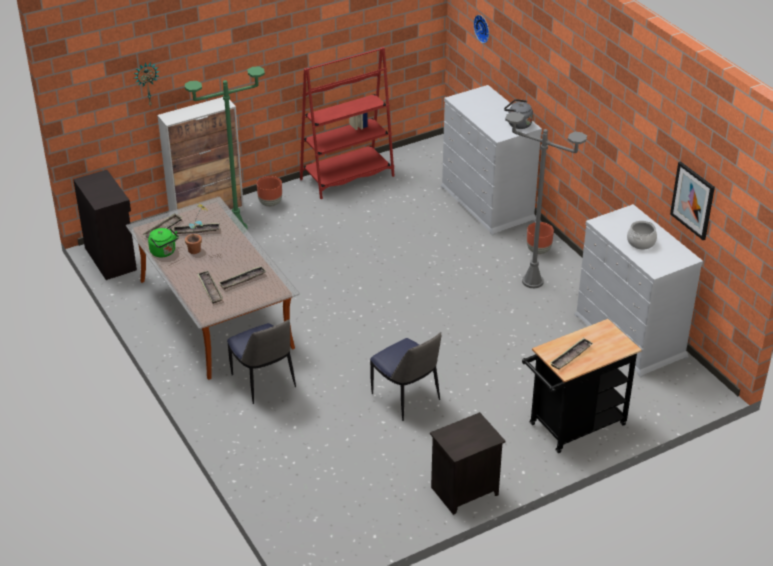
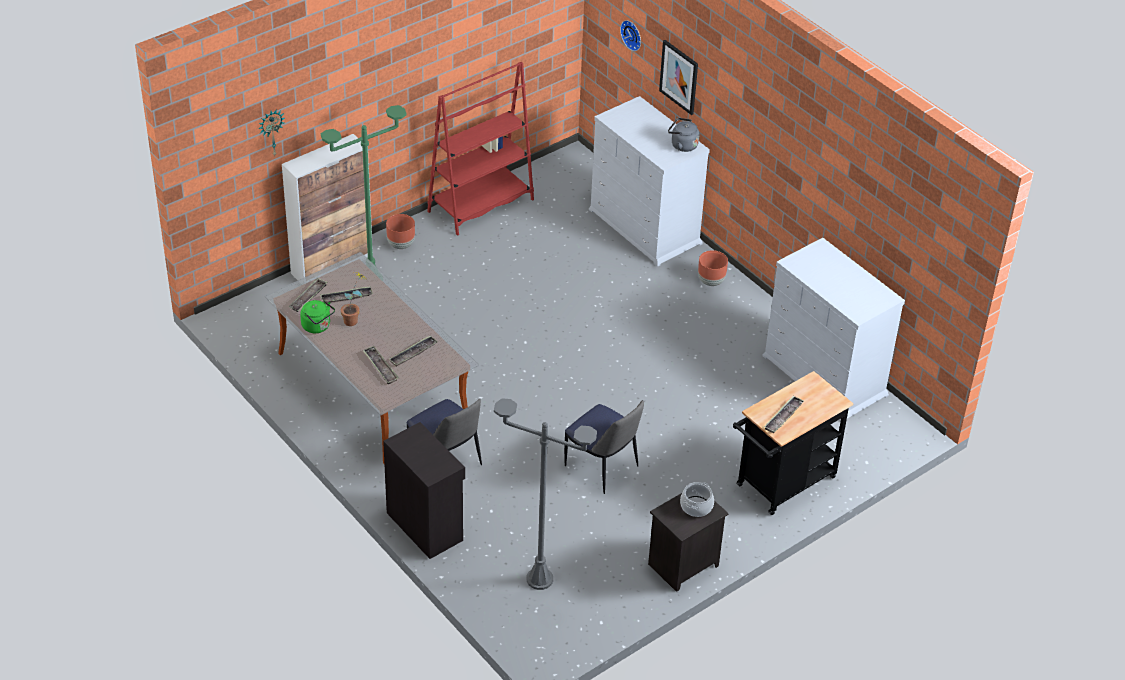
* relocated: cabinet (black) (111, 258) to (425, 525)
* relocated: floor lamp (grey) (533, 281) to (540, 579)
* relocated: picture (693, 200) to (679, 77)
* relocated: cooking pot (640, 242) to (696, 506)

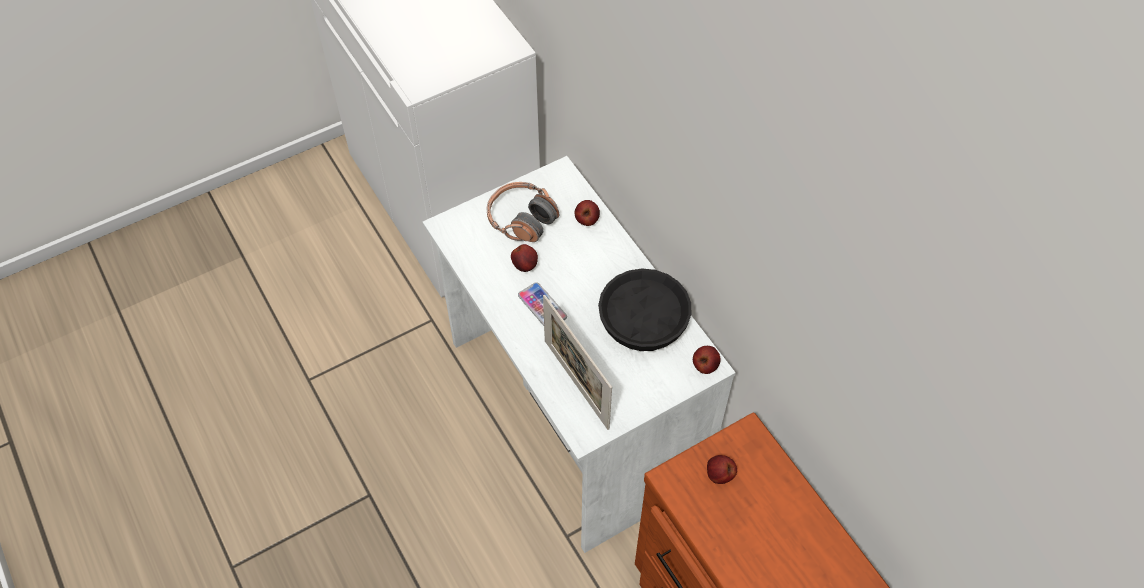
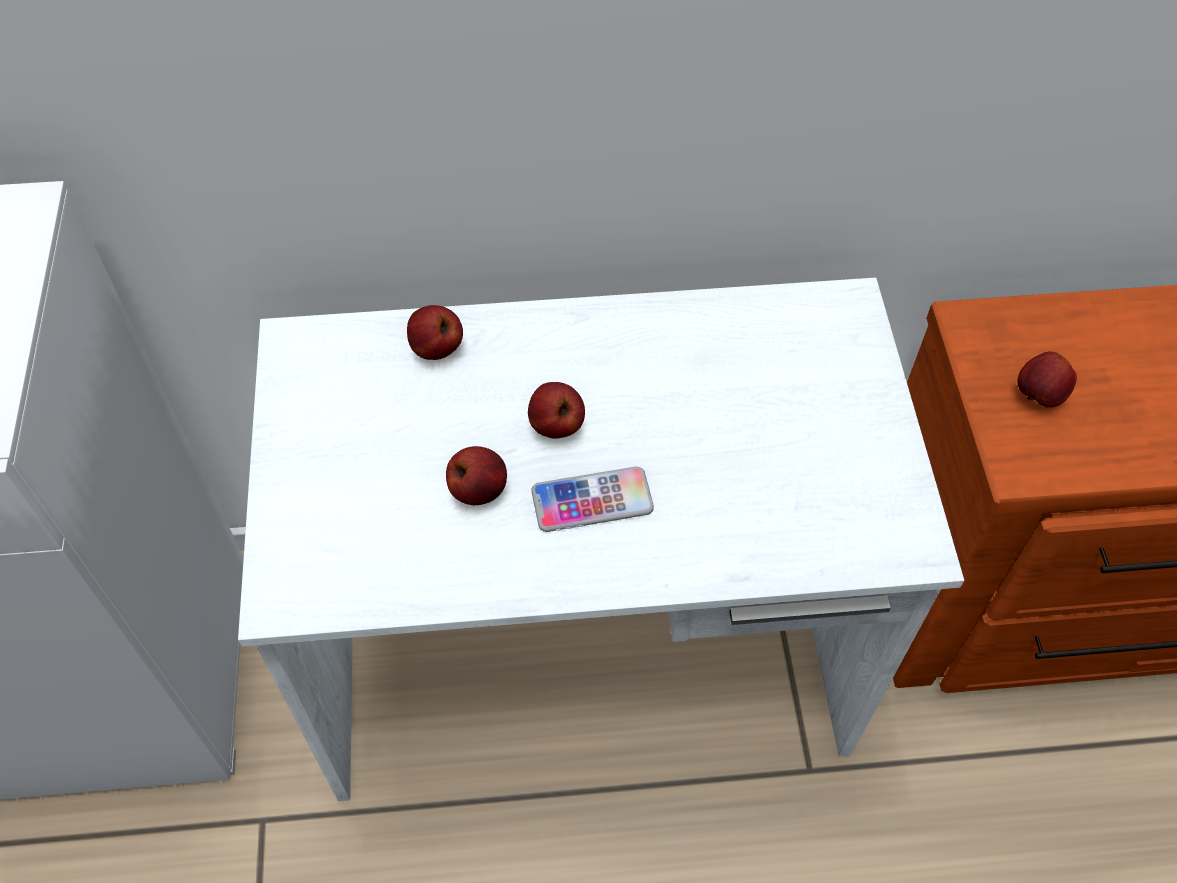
* relocated: apple (704, 366) to (556, 426)
* missing: headphones (522, 219)
* missing: picture frame (576, 384)
* missing: bowl (black) (644, 322)

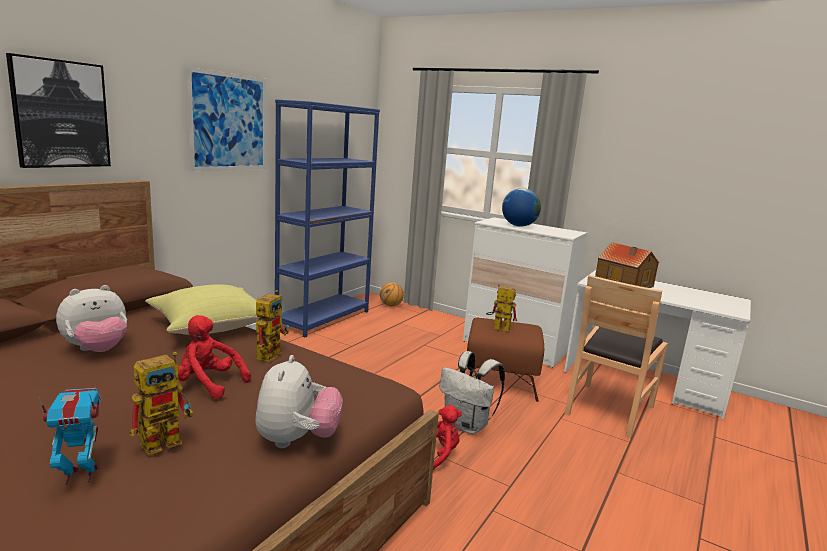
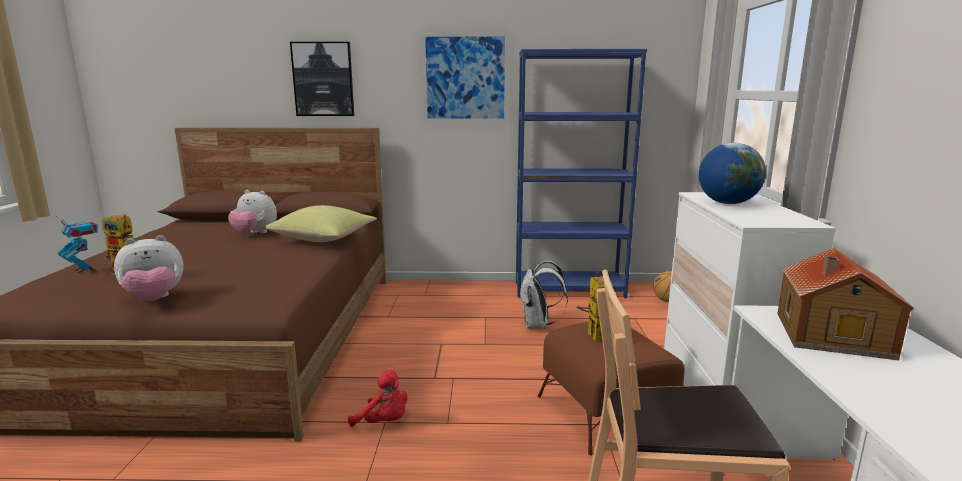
* relocated: backpack (white) (467, 425) to (538, 325)
* missing: plush toy (red) (208, 384)
* missing: toy robot (270, 353)

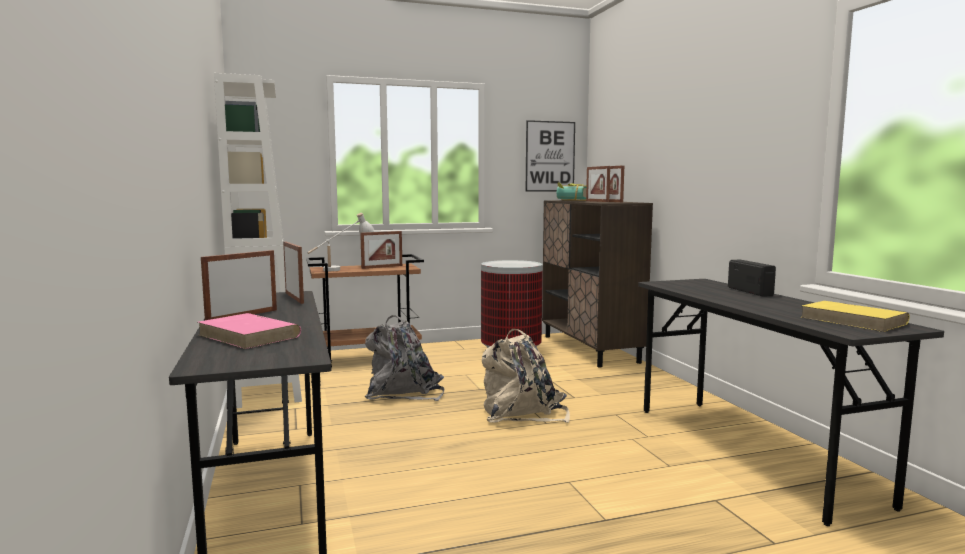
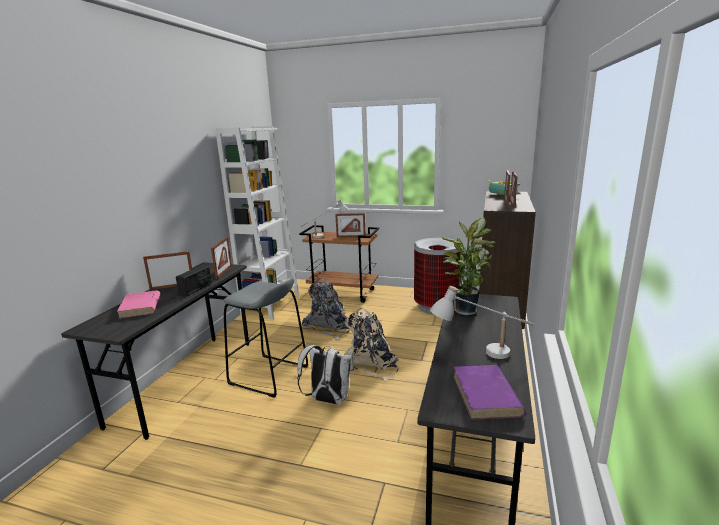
* relocated: radio (750, 291) to (196, 289)
* appeared: stool (grey) (269, 375)
* appeared: backpack (white) (327, 400)
* appeared: table lamp (white) (481, 355)
* appeared: potted plant (465, 310)
* colour: book (yellow) (854, 321) to book (purple) (486, 395)
* missing: picture (550, 156)

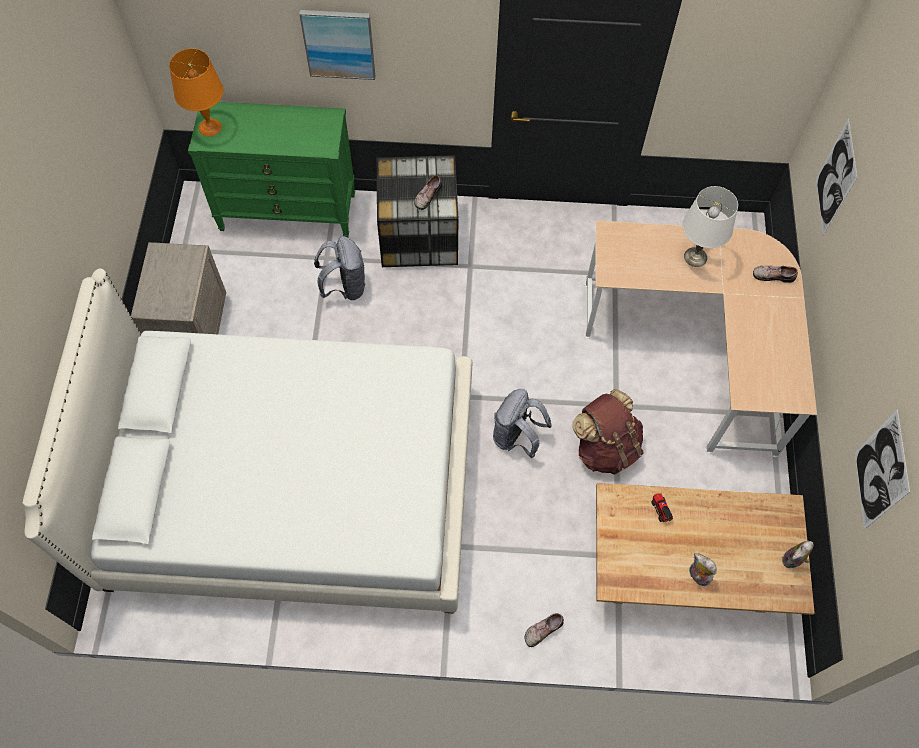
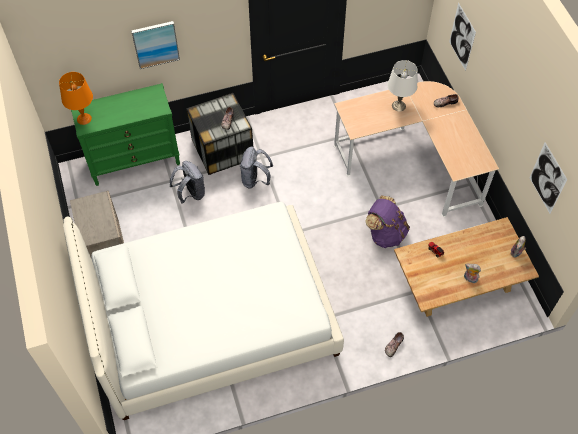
* relocated: backpack (grey) (516, 437) to (255, 180)
* colour: backpack (brown) (605, 447) to backpack (purple) (385, 233)

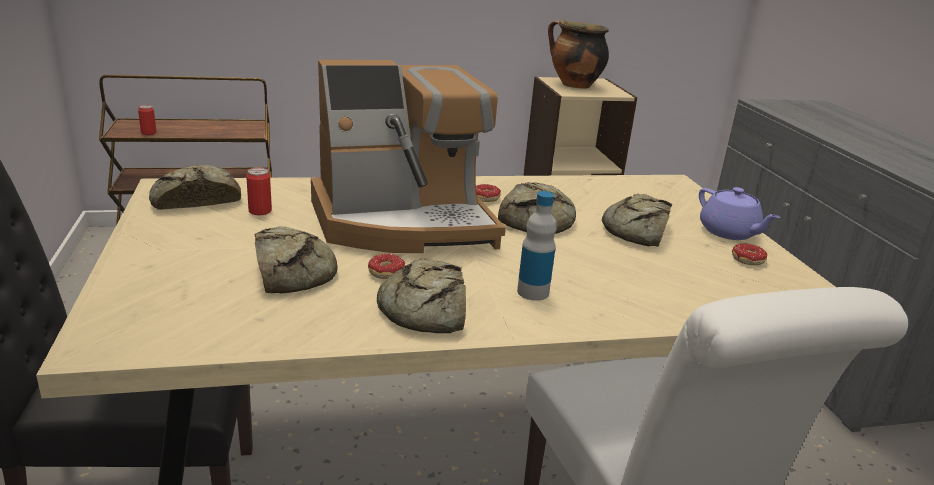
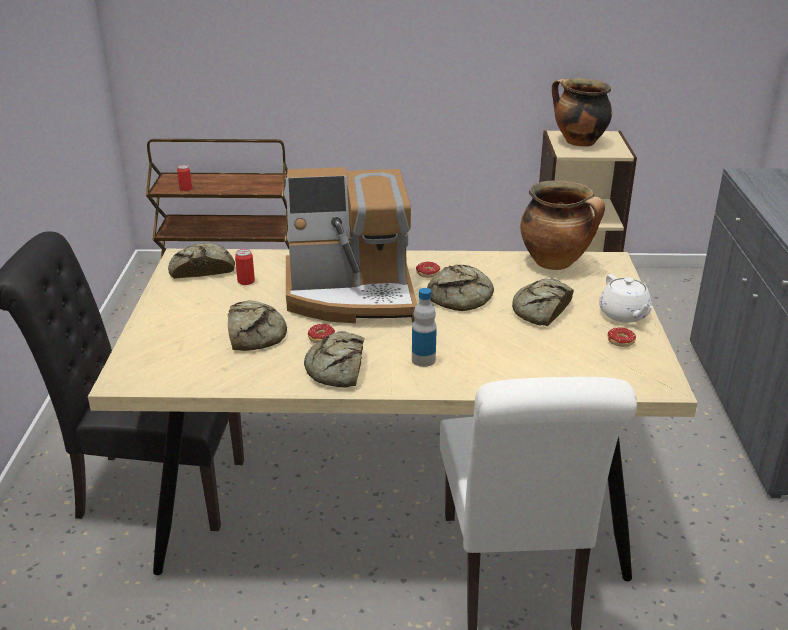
* appeared: cooking pot (556, 263)
* colour: teapot (purple) (729, 232) to teapot (white) (624, 315)

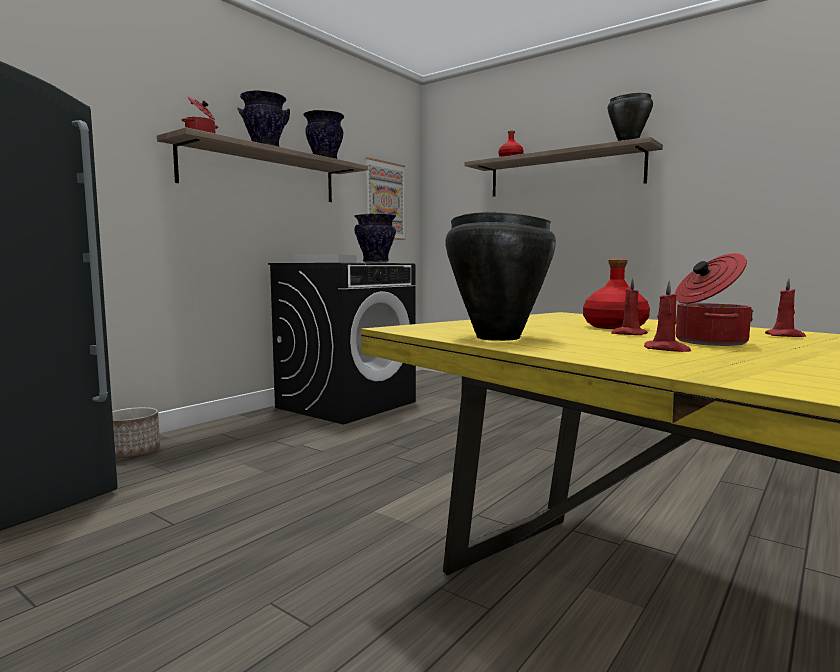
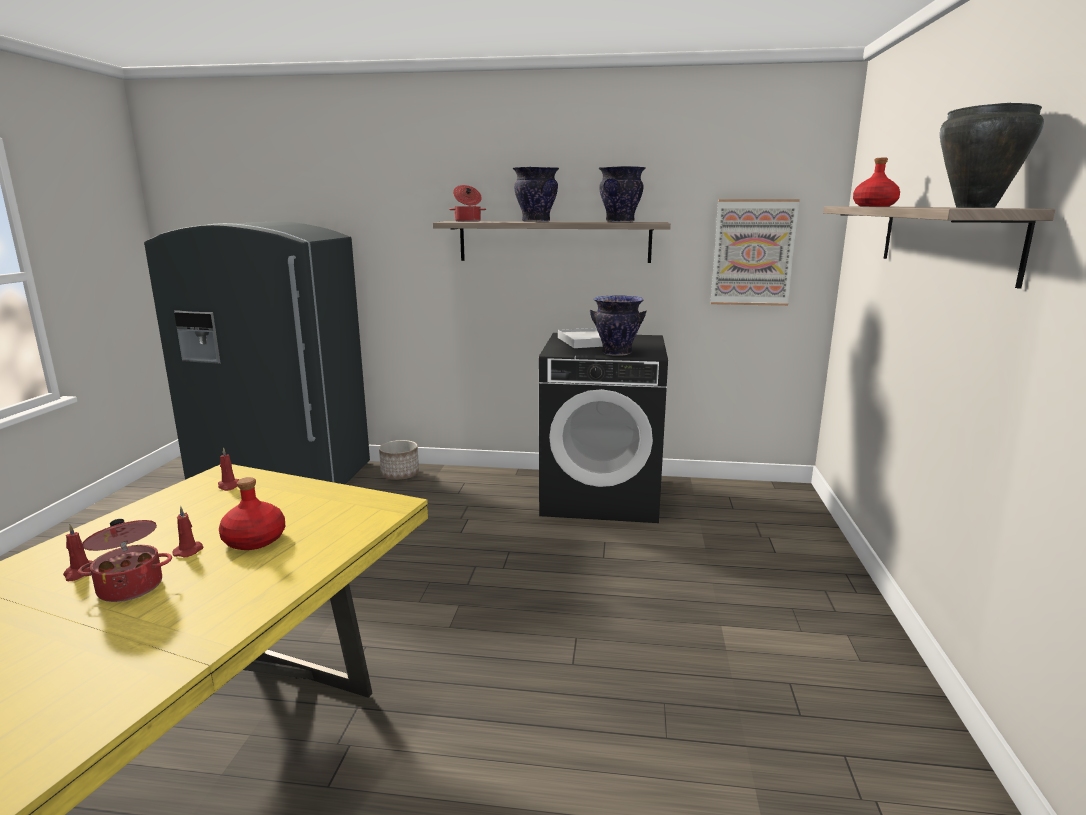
* relocated: candle (red) (785, 336) to (229, 486)
* missing: cooking pot (black) (497, 337)

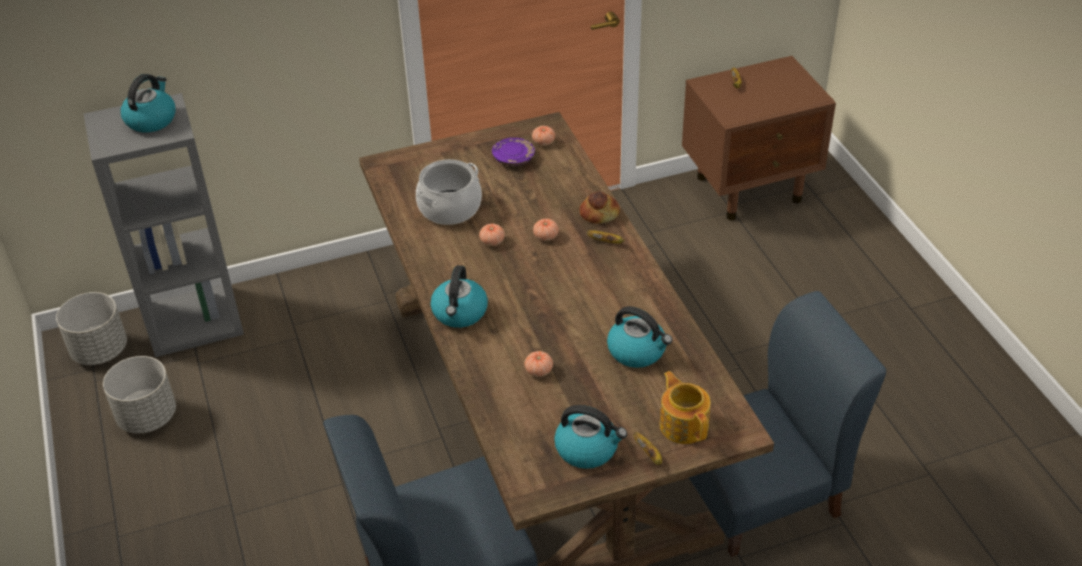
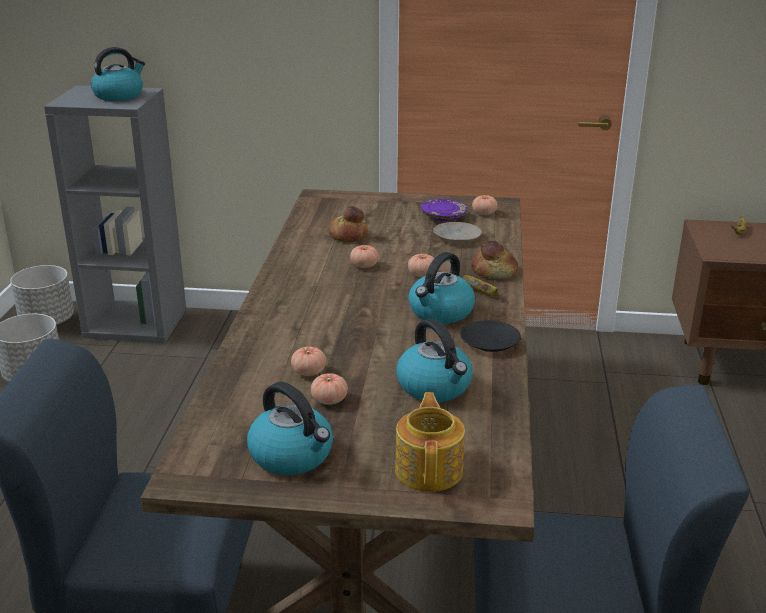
* appeared: tomato (329, 400)
* exchanged: cooking pot (450, 208) to bread (348, 235)
* relocated: kettle (460, 313) to (440, 312)
* appeared: plate (beige) (456, 237)
* appeared: plate (black) (490, 343)
* missing: banana (649, 455)

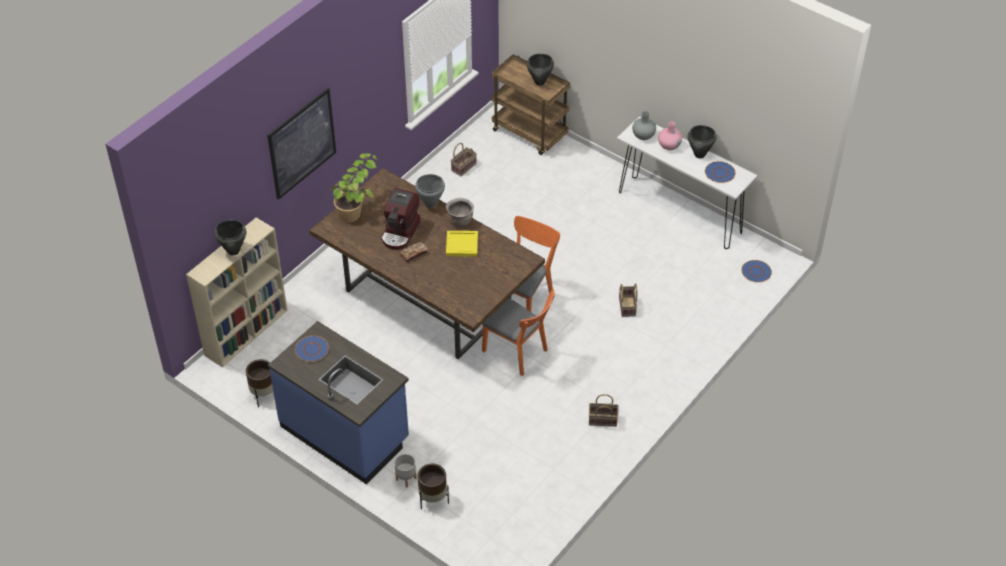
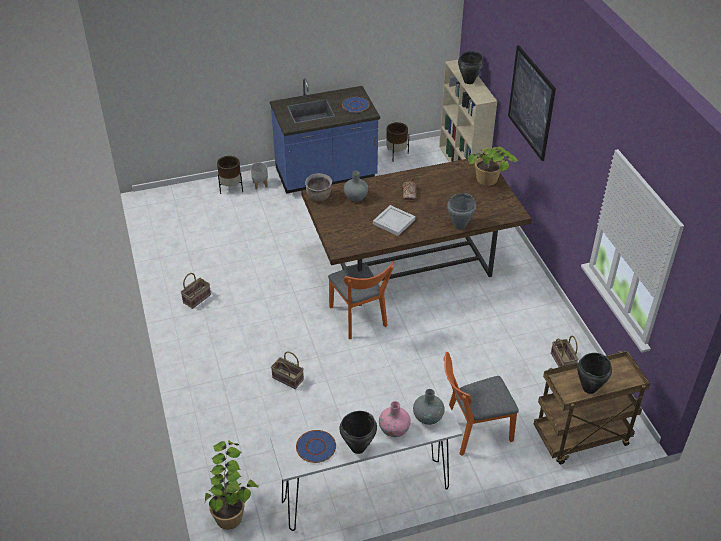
* exchanged: plate (blue) (756, 272) to potted plant (232, 506)
* relocated: cooking pot (brown) (460, 221) to (319, 197)
* appeared: vase (grey) (355, 197)
* colour: tray (yellow) (462, 244) to tray (white) (394, 222)
* relocated: chair (orange) (518, 353) to (473, 431)
* missing: coffee machine (400, 232)

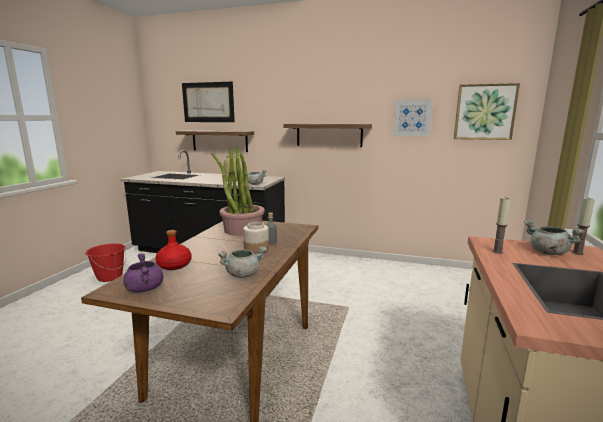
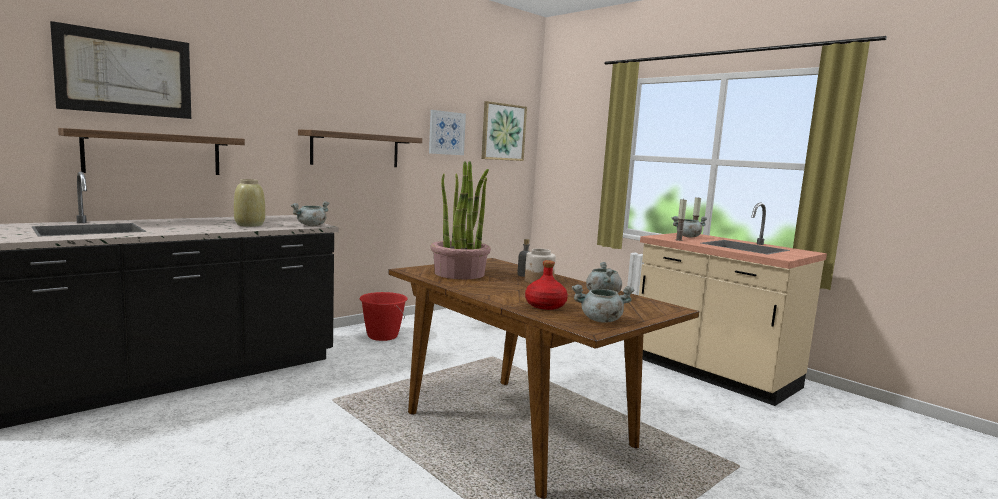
* relocated: bucket (red) (109, 277) to (382, 336)
* colour: cooking pot (purple) (144, 288) to cooking pot (grey) (600, 320)

